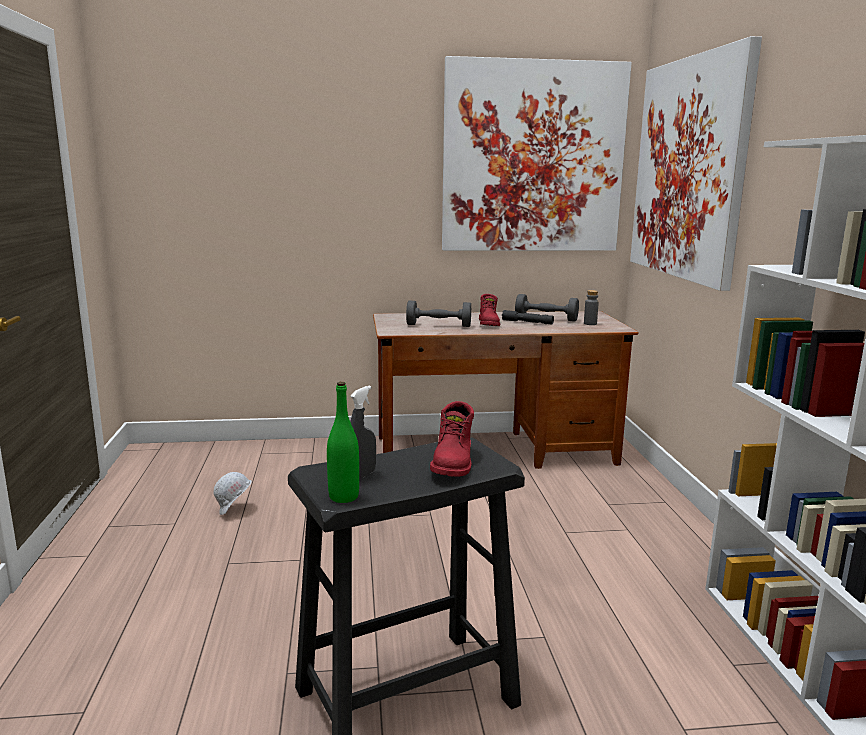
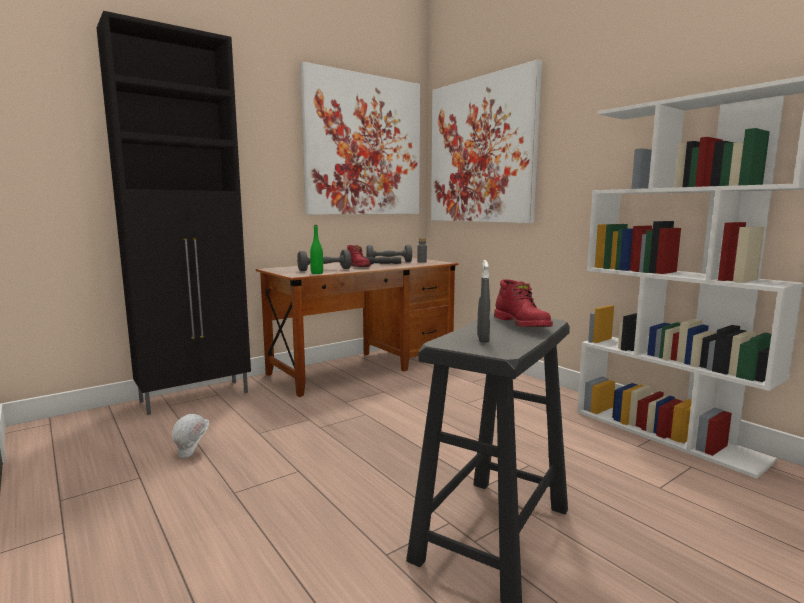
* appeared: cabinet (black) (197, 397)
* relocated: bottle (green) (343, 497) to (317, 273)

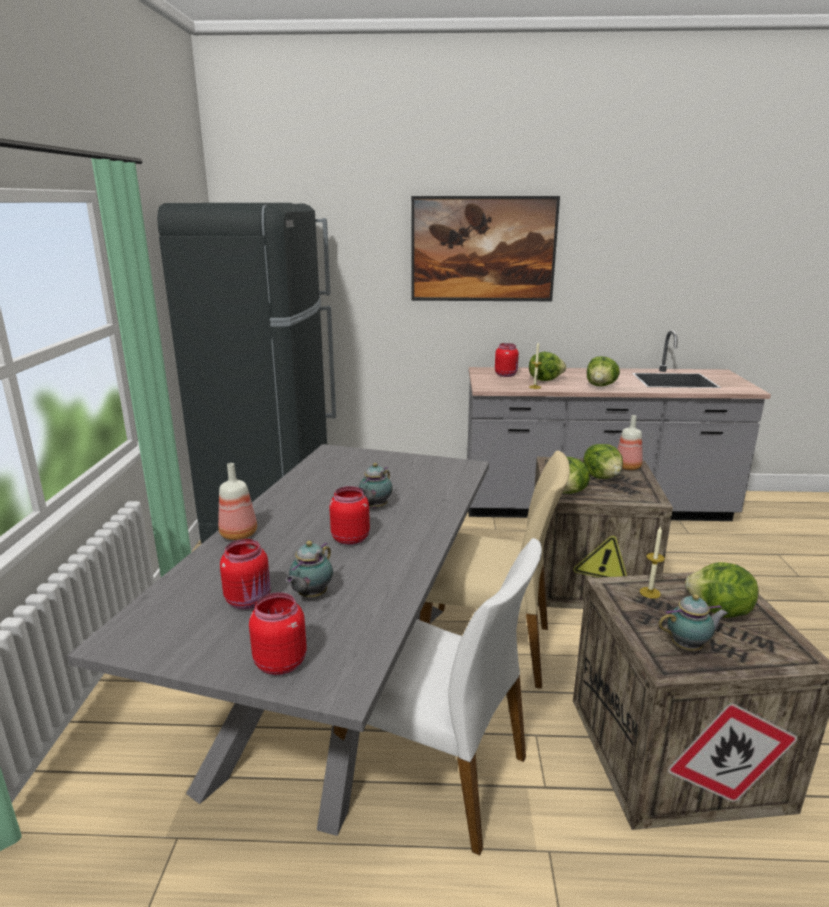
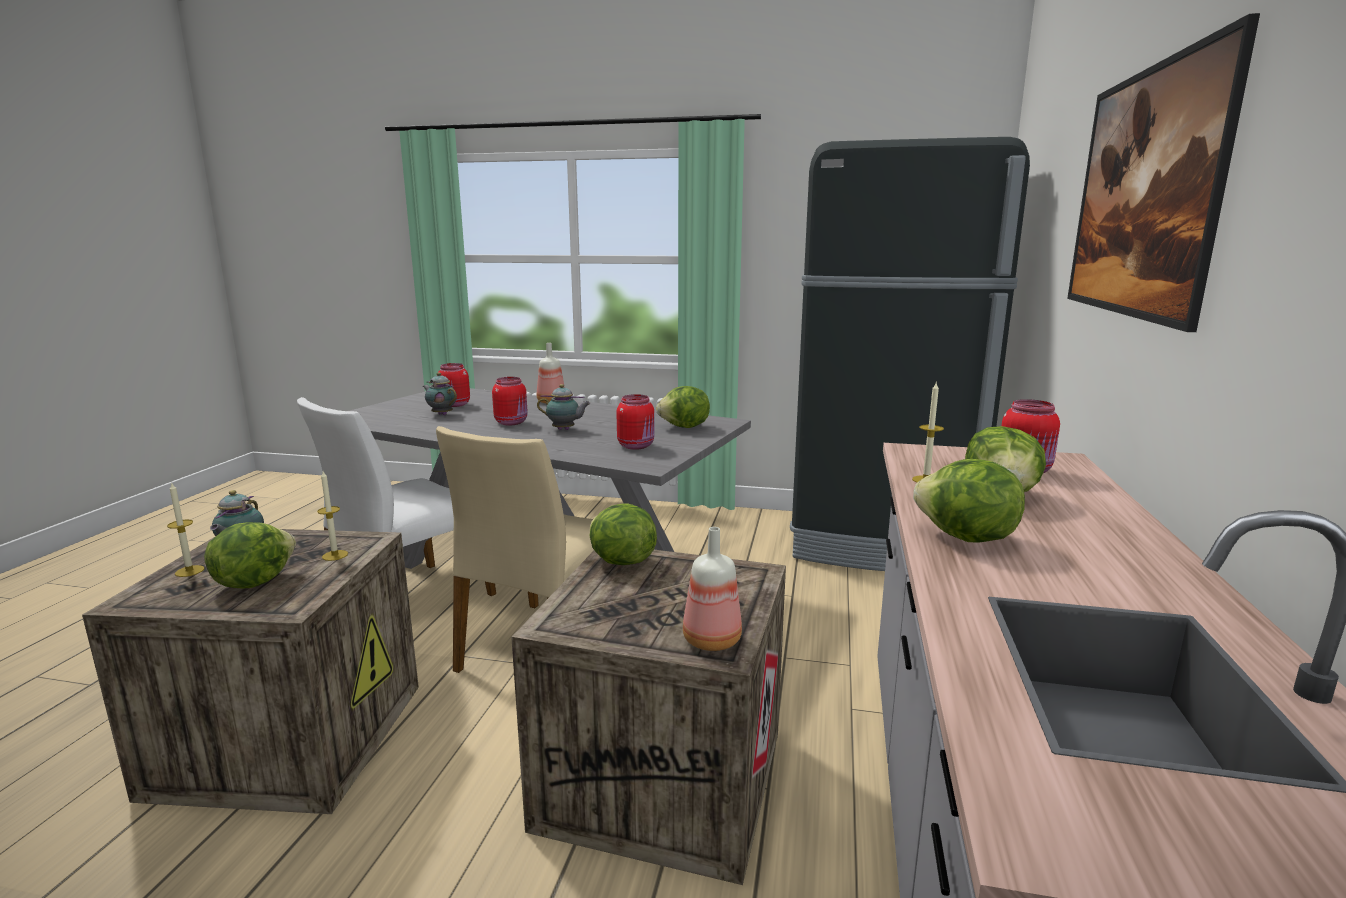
* appeared: candle (189, 571)
* spun: teapot (374, 507) = (565, 430) 150 degrees clockwise
* relocated: jar (red) (280, 662) to (637, 446)
* relocated: lettuce (602, 477) to (685, 427)

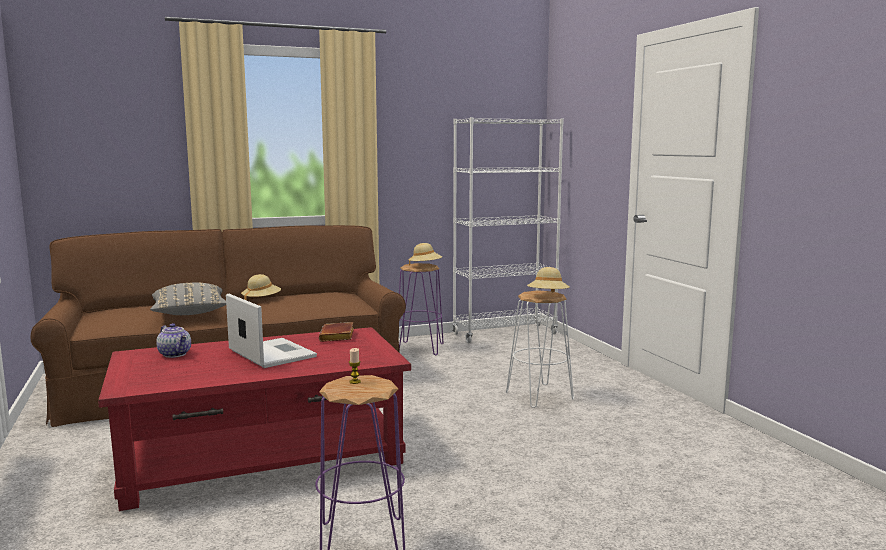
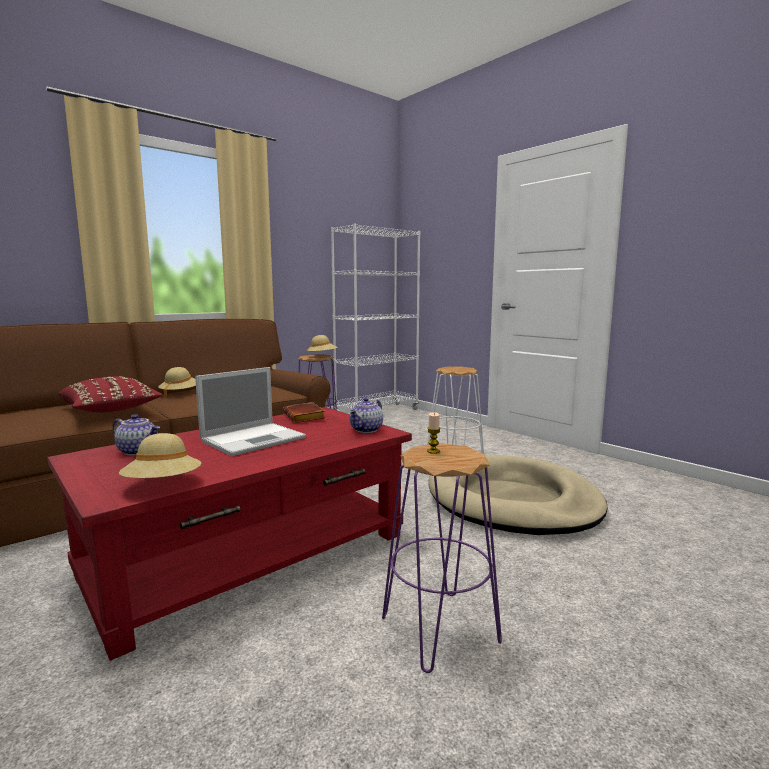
* colour: pillow (grey) (189, 313) to pillow (red) (111, 410)
* relocated: hat (beige) (548, 296) to (163, 485)
* spun: laptop (271, 353) = (255, 439) 105 degrees clockwise
* appeared: teapot (367, 430)
* appeared: dog bed (beige) (512, 501)

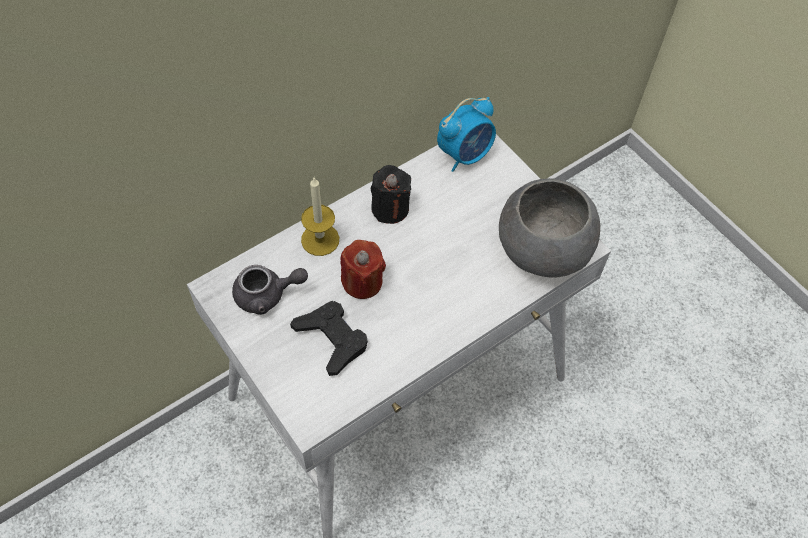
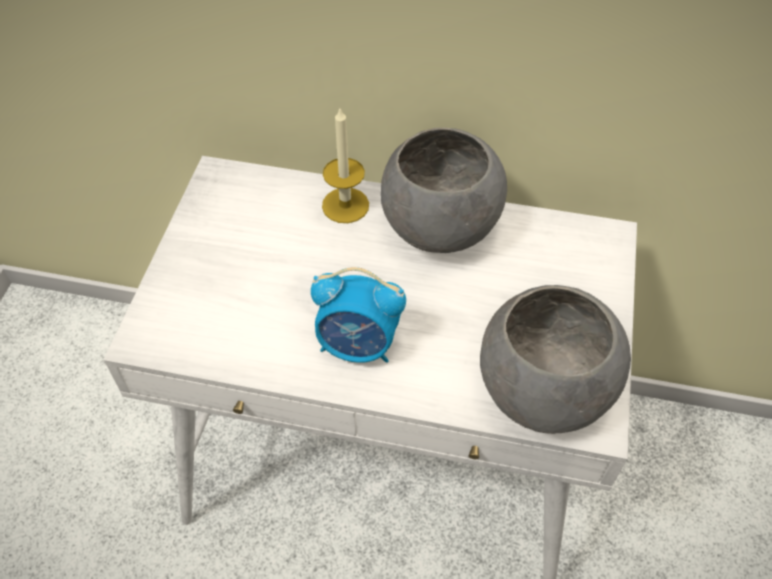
* relocated: alarm clock (465, 155) to (358, 345)
* exchanged: candle (black) (390, 208) to bowl (grey) (440, 229)
* missing: teapot (grey) (267, 295)
* missing: game controller (black) (332, 339)
* missing: candle (red) (362, 282)

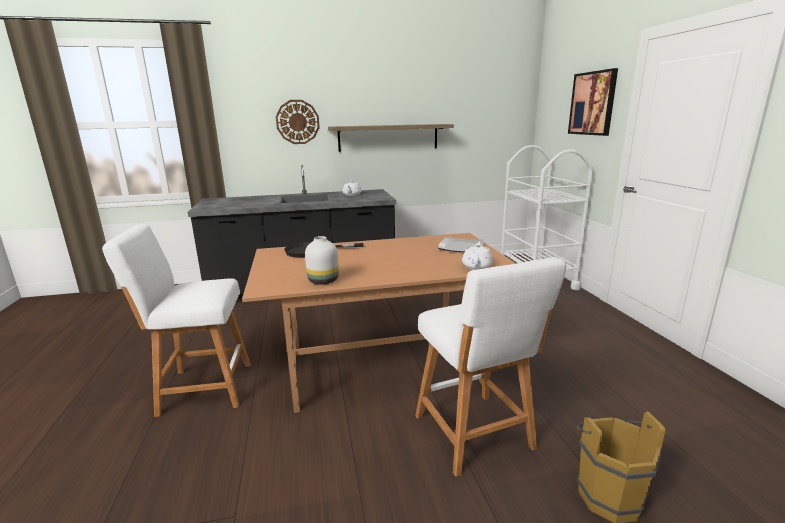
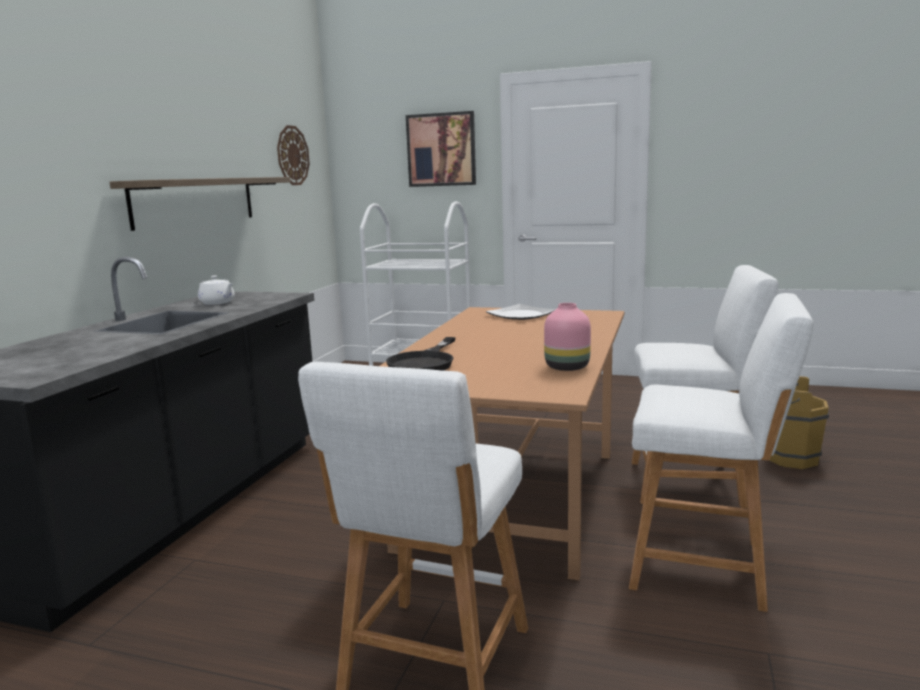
* relocated: wall clock (297, 122) to (292, 155)
* colour: vase (white) (322, 281) to vase (pink) (568, 367)
* appeared: stool (white) (706, 566)
* missing: teapot (white) (477, 266)

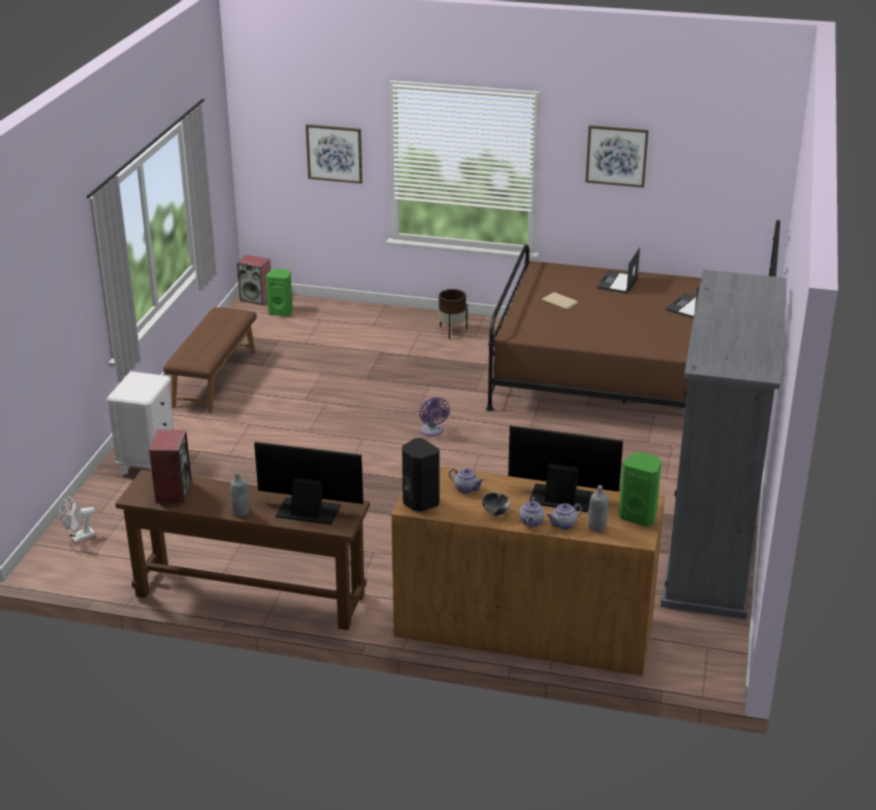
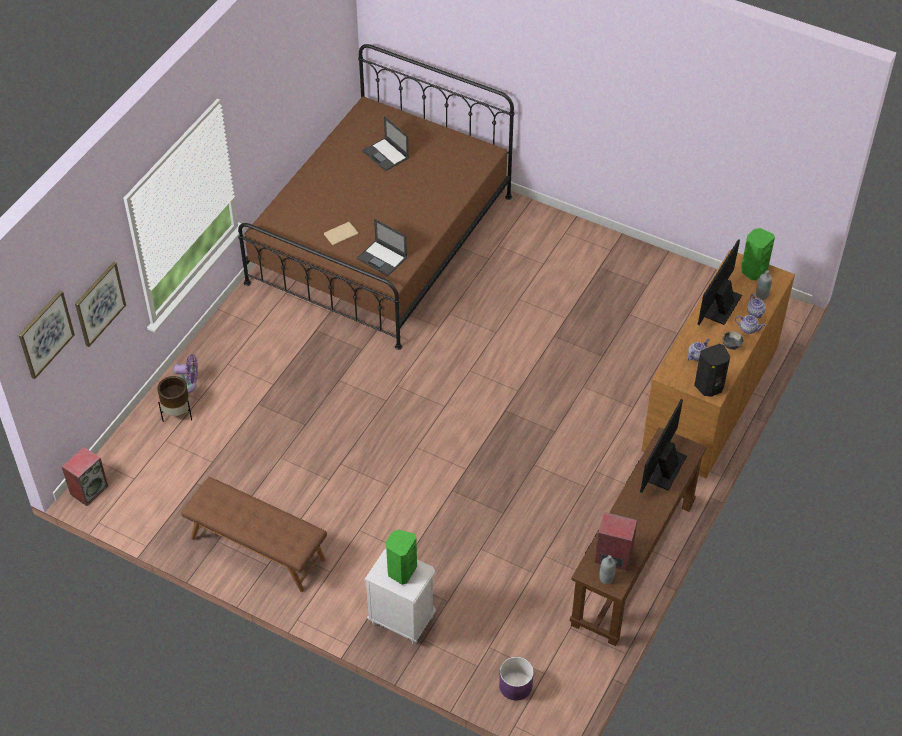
* relocated: picture (616, 156) to (45, 334)
* relocated: planter (brown) (452, 331) to (177, 414)
* relocated: fan (purple) (432, 431) to (188, 385)
* relocated: laptop (617, 283) to (382, 258)
* relocated: speaker (green) (281, 312) to (401, 570)
* exchanged: fan (white) (79, 538) to planter (purple) (515, 685)
* relocated: bottle (grey) (240, 511) to (606, 578)
* missing: wardrobe (grey) (711, 548)

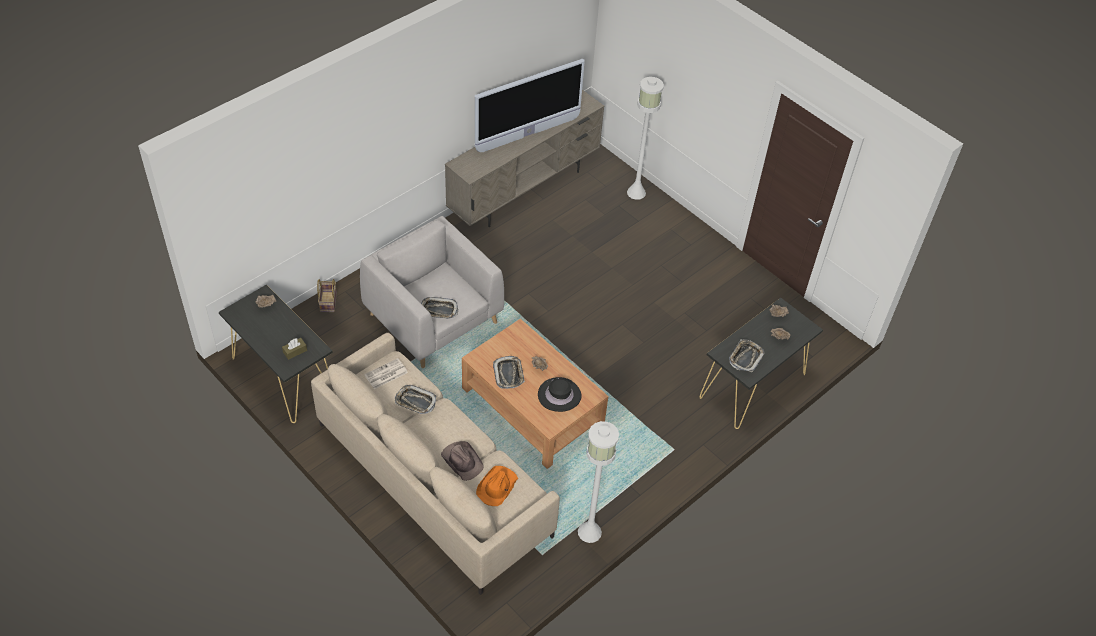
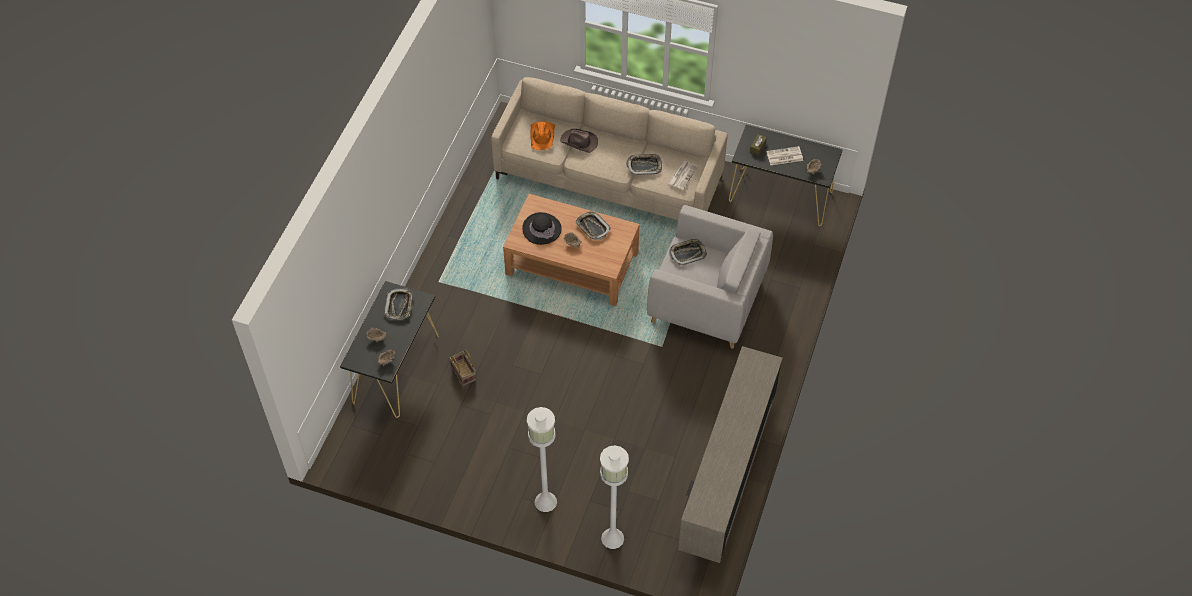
* relocated: basket (328, 301) to (464, 373)
* relocated: floor lamp (white) (589, 532) to (545, 502)
* appeared: newspaper (784, 156)
* missing: television (528, 134)

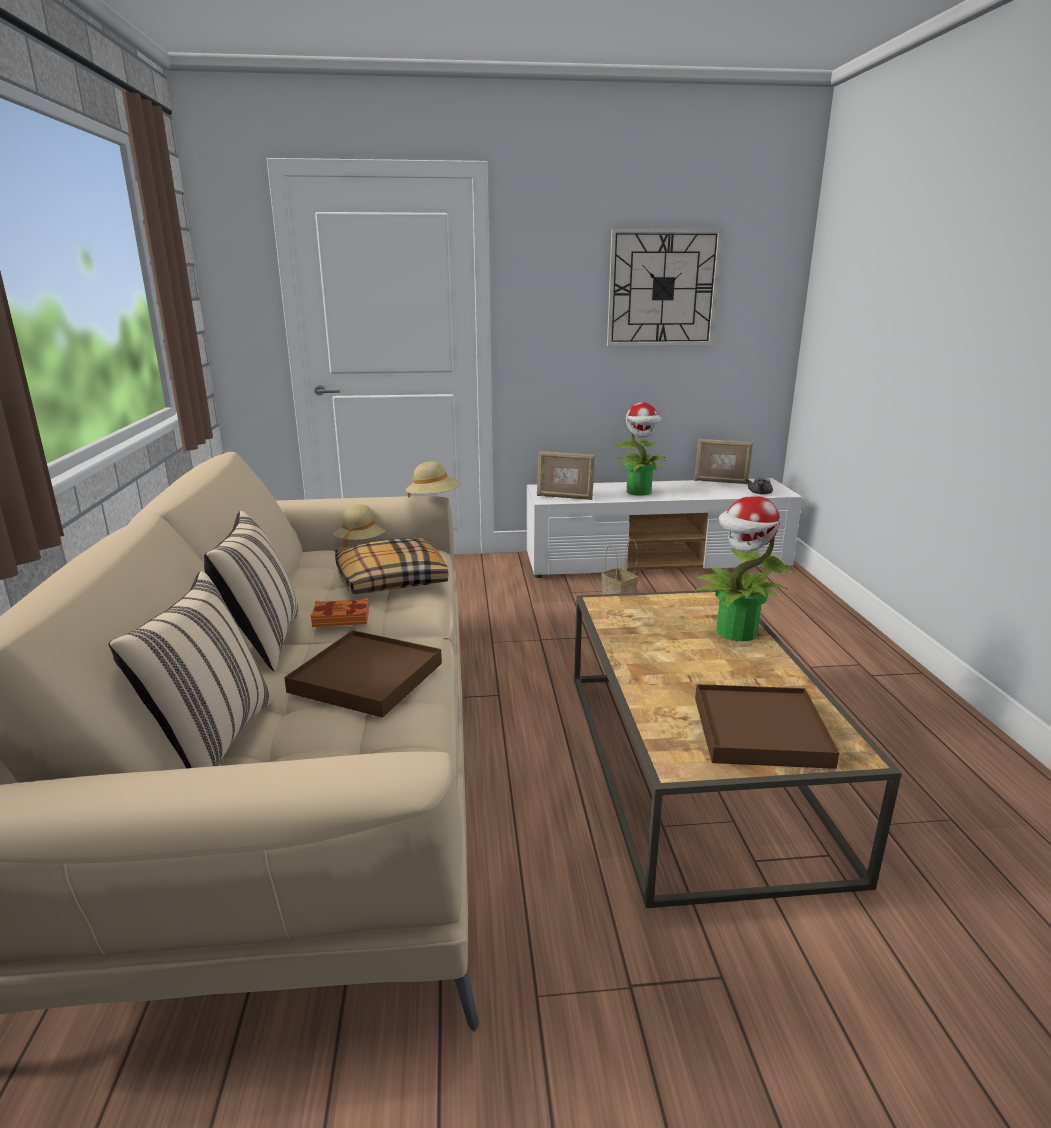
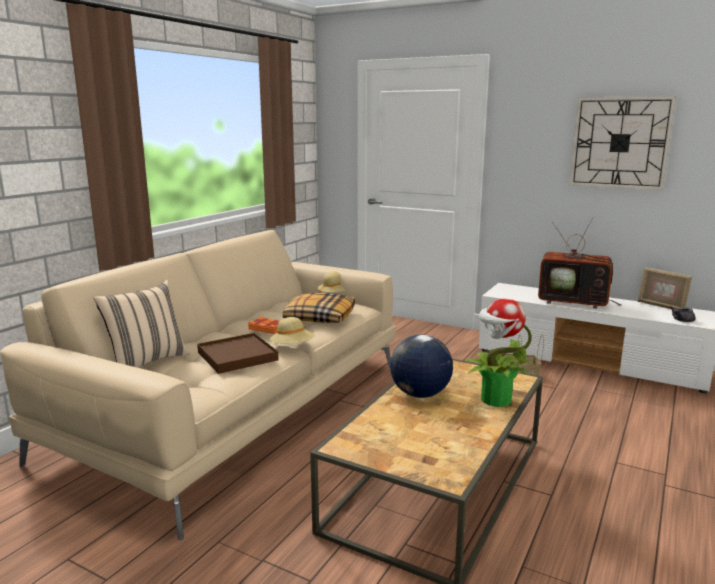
* relocated: hat (beige) (434, 500) to (292, 347)
* appeared: globe (420, 394)
* exchanged: potted plant (639, 492) to television (575, 301)
* missing: pillow (beige) (262, 642)
* missing: picture frame (564, 497)
* missing: tray (brown) (760, 731)

